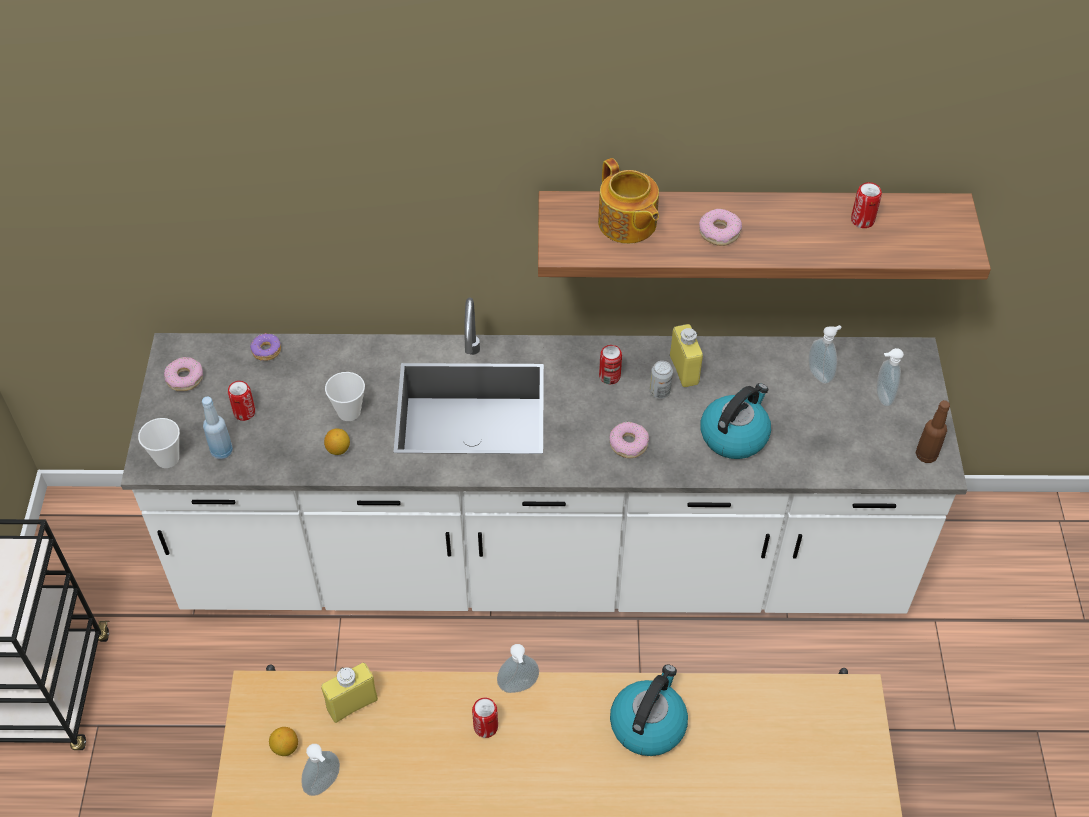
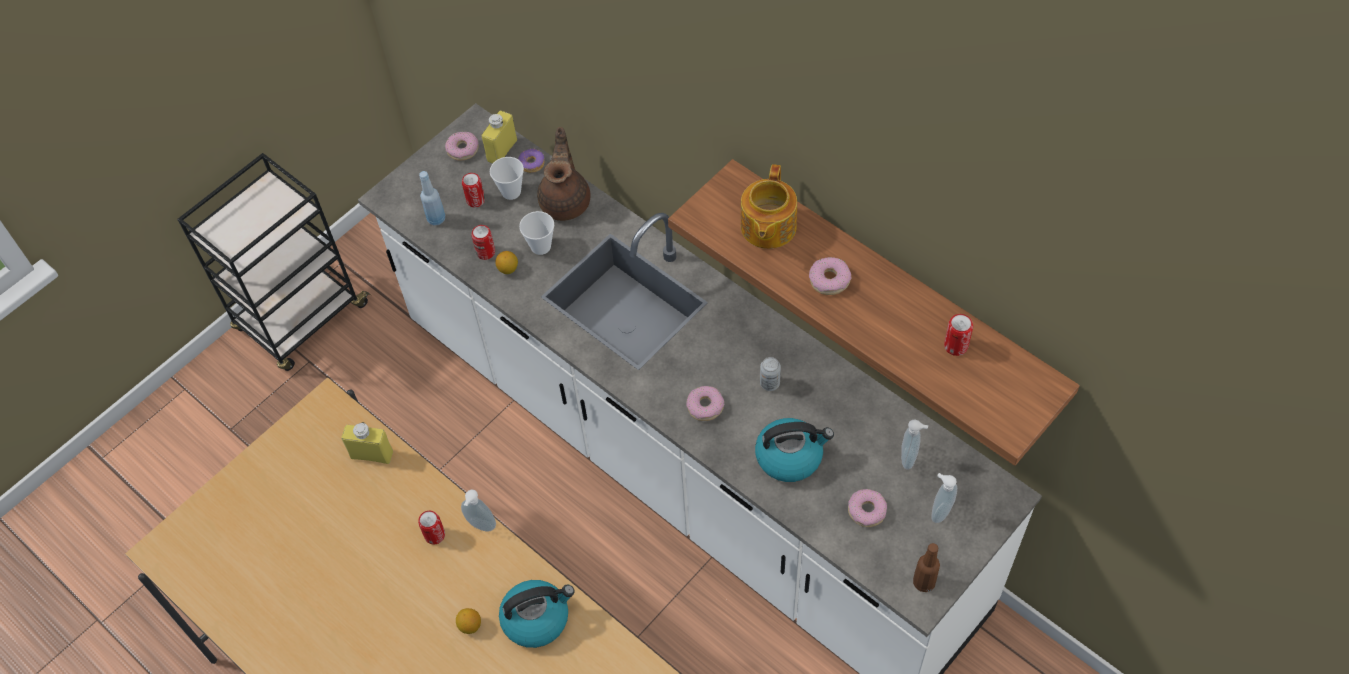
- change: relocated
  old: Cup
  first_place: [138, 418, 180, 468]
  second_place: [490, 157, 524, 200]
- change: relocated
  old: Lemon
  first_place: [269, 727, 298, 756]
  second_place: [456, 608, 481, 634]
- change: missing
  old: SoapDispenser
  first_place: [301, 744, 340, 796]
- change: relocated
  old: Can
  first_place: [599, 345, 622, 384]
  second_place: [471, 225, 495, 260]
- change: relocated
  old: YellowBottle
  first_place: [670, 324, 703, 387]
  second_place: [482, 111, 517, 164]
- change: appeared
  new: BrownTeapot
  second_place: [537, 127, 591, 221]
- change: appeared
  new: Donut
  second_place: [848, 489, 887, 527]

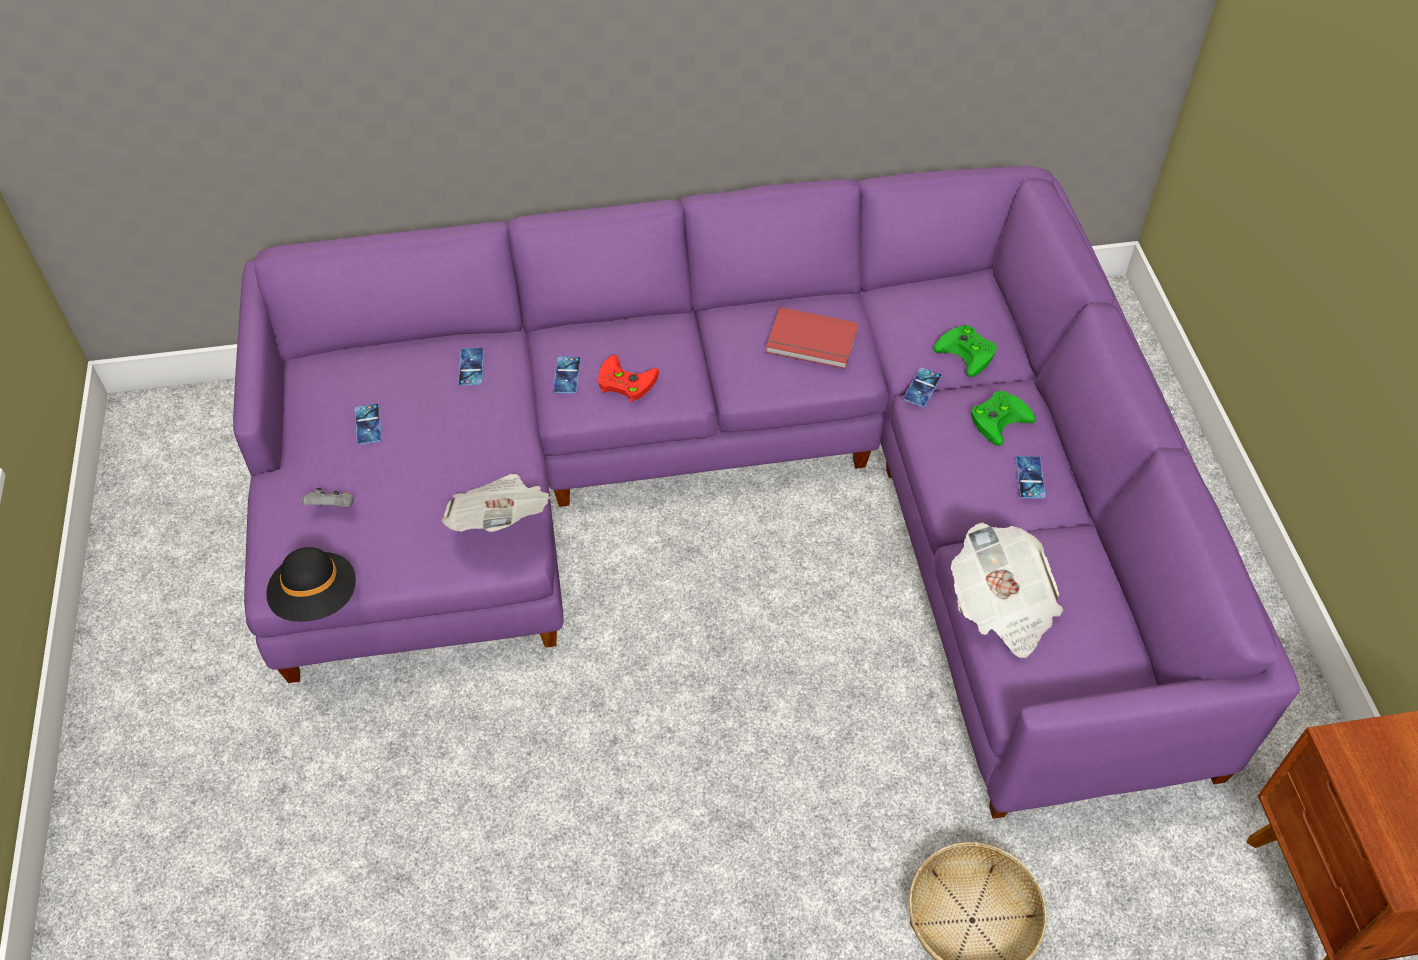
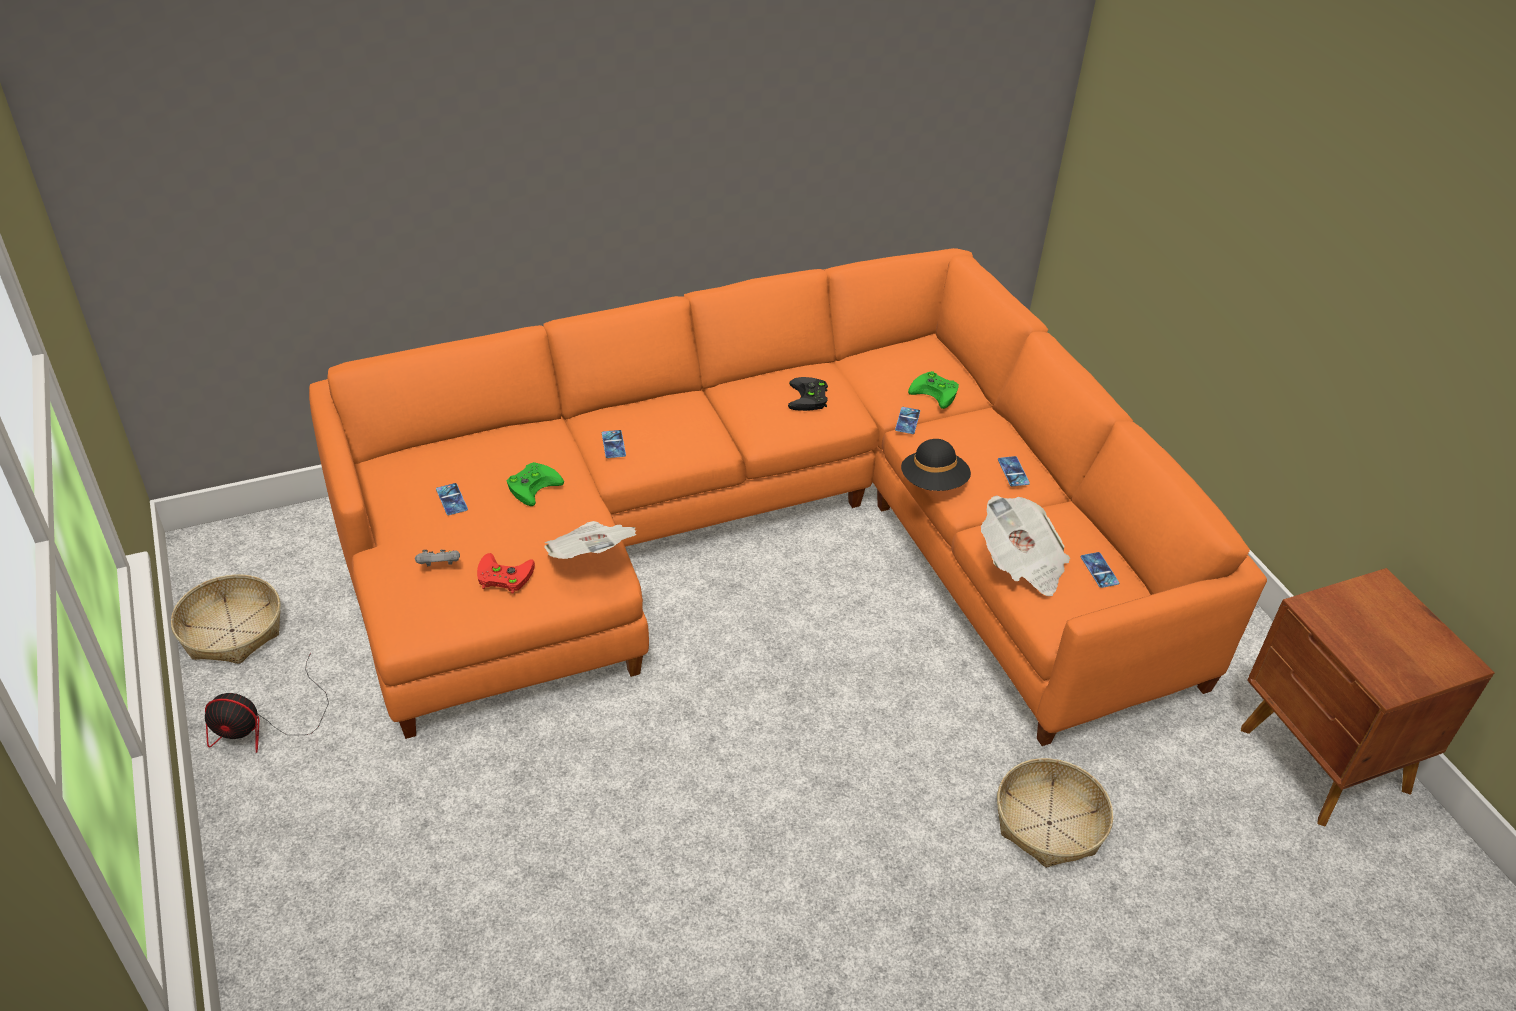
- change: colour
  old: PurpleSofa
  new: OrangeSofa
  first_place: [233, 166, 1300, 819]
  second_place: [309, 248, 1267, 746]
- change: relocated
  old: BlackHat
  first_place: [266, 547, 356, 622]
  second_place: [901, 439, 971, 491]
- change: relocated
  old: Phone
  first_place: [458, 348, 484, 386]
  second_place: [1081, 552, 1119, 588]
- change: relocated
  old: RedGameController
  first_place: [598, 355, 659, 402]
  second_place: [477, 553, 535, 593]
- change: exchanged
  old: RedBook
  new: BlackGameController
  first_place: [766, 307, 858, 369]
  second_place: [788, 377, 828, 411]
- change: relocated
  old: GreenGameController
  first_place: [971, 391, 1036, 446]
  second_place: [507, 462, 564, 506]
- change: appeared
  new: Basket
  second_place: [171, 574, 281, 664]
- change: appeared
  new: Fan
  second_place: [205, 653, 329, 753]

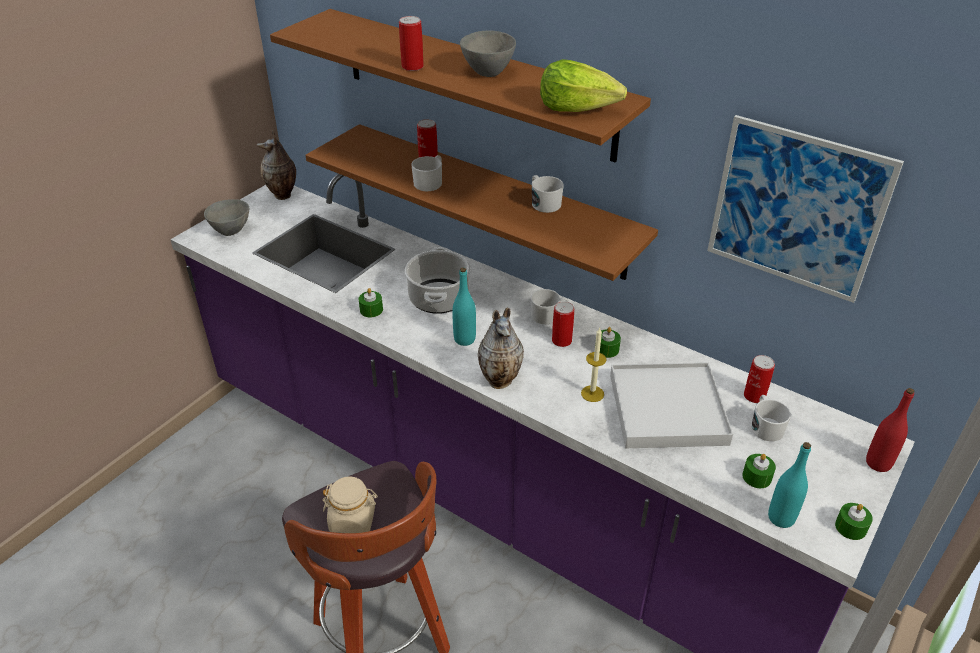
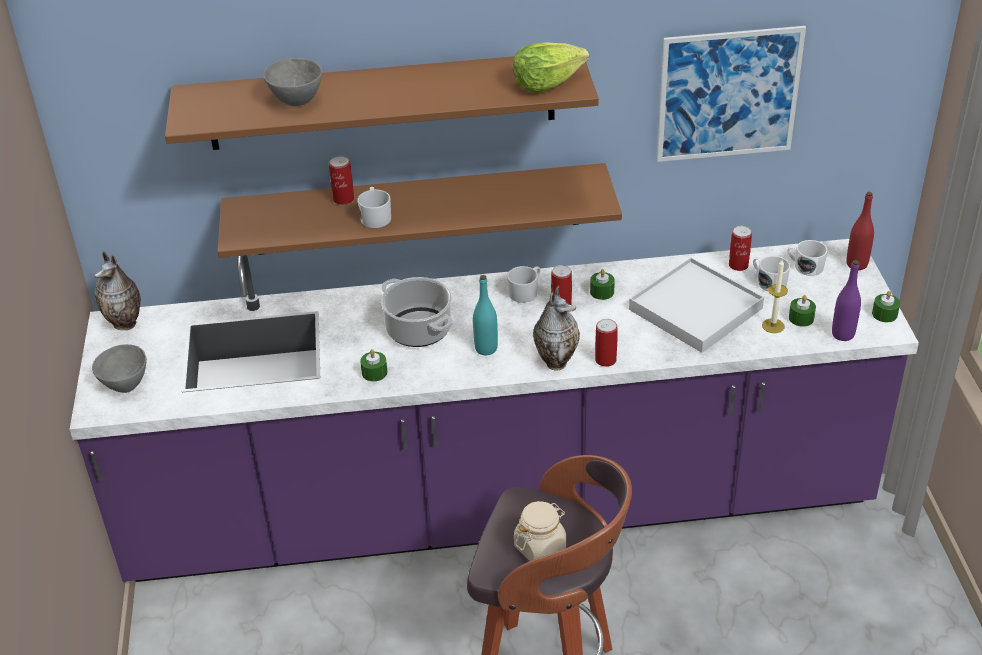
- change: relocated
  old: Can
  first_place: [399, 16, 424, 71]
  second_place: [595, 319, 618, 367]
- change: relocated
  old: GreyBowl
  first_place: [460, 31, 516, 77]
  second_place: [263, 58, 322, 106]
- change: relocated
  old: WhiteMug
  first_place: [532, 175, 564, 213]
  second_place: [787, 240, 828, 276]
- change: relocated
  old: Candle
  first_place: [581, 328, 607, 402]
  second_place: [762, 260, 788, 333]
- change: colour
  old: TurquoiseBottle
  new: PurpleBottle
  first_place: [768, 442, 811, 528]
  second_place: [832, 260, 861, 341]

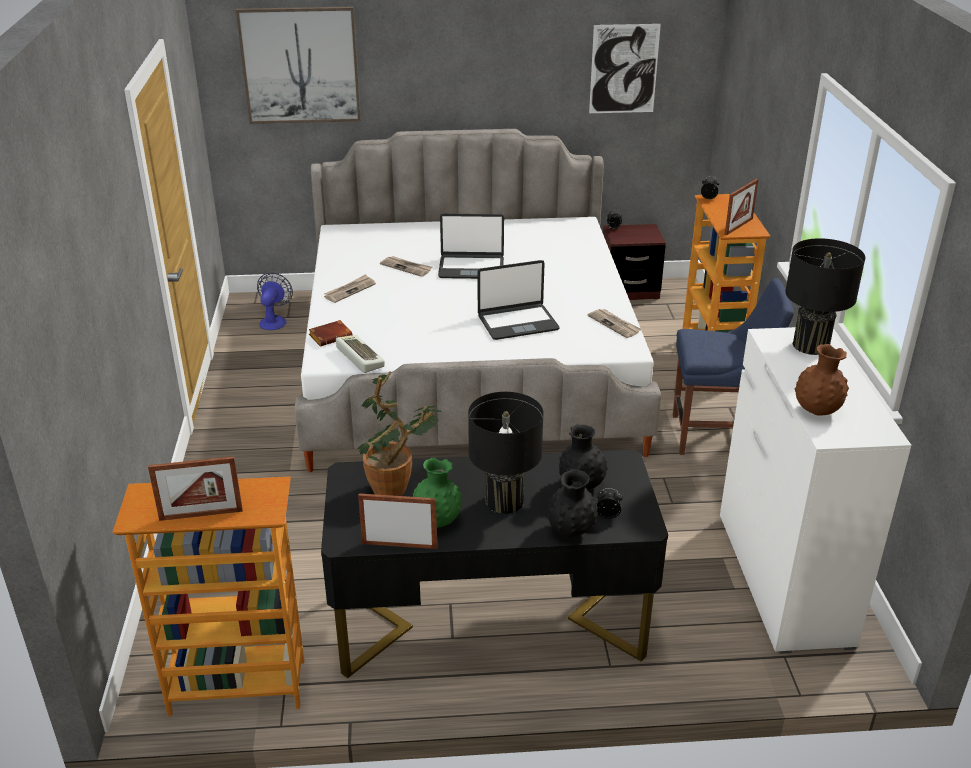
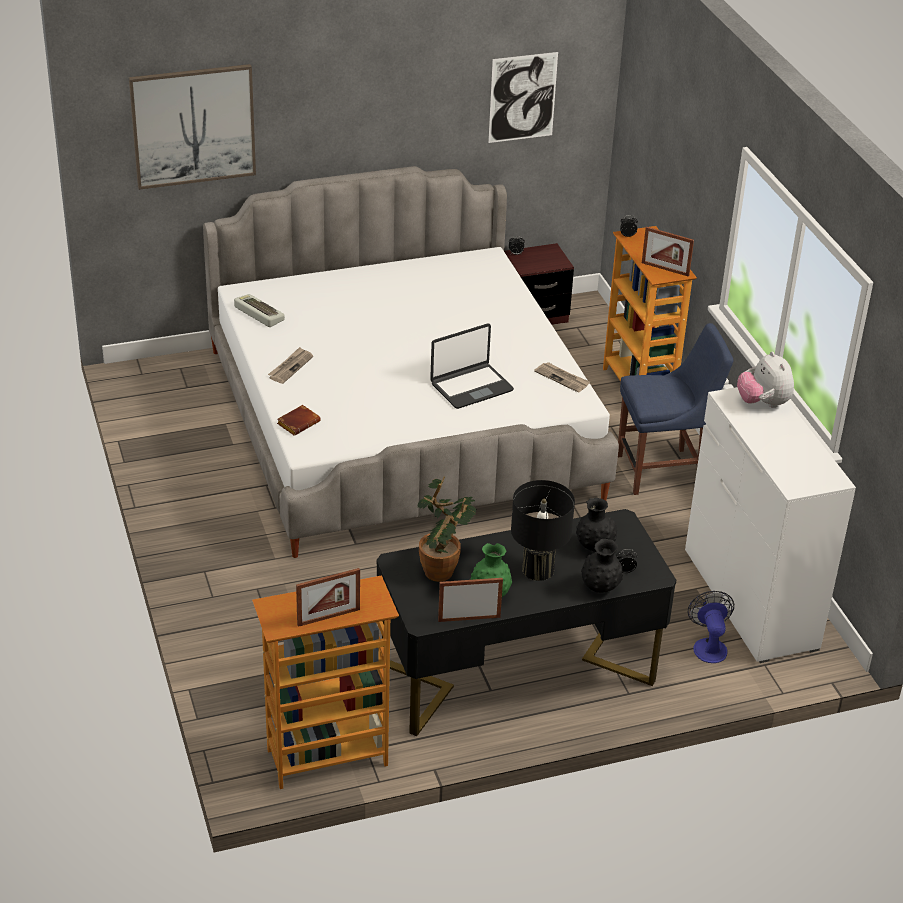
- change: relocated
  old: Fan
  first_place: [257, 273, 293, 330]
  second_place: [688, 591, 734, 663]
- change: relocated
  old: Keyboard
  first_place: [336, 335, 385, 373]
  second_place: [234, 294, 285, 327]
- change: missing
  old: Newspaper
  first_place: [380, 256, 432, 277]
- change: missing
  old: Laptop
  first_place: [438, 214, 504, 279]
- change: spun
  old: PictureFrame
  first_place: [725, 179, 759, 236]
  second_place: [642, 226, 694, 277]
  degrees: 90
- change: exchanged
  old: BlackTableLamp
  new: PlushToy
  first_place: [785, 238, 865, 355]
  second_place: [737, 351, 794, 408]
- change: missing
  old: BrownVase
  first_place: [795, 344, 849, 415]

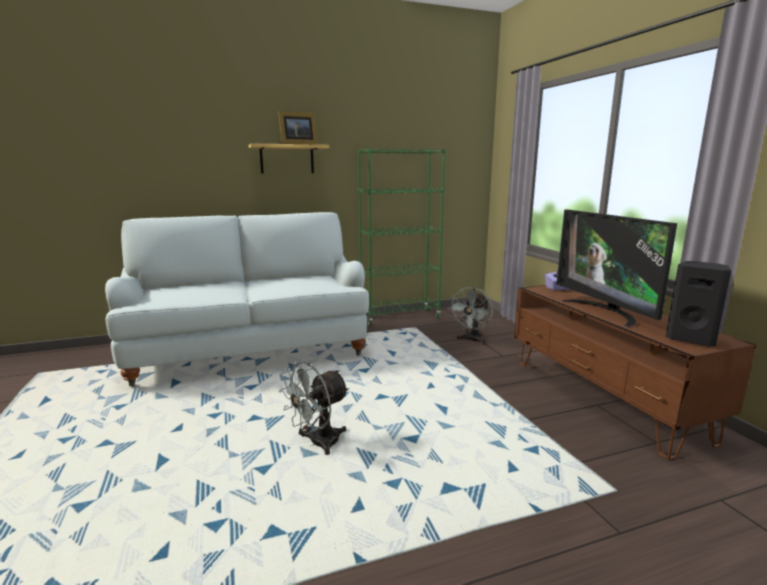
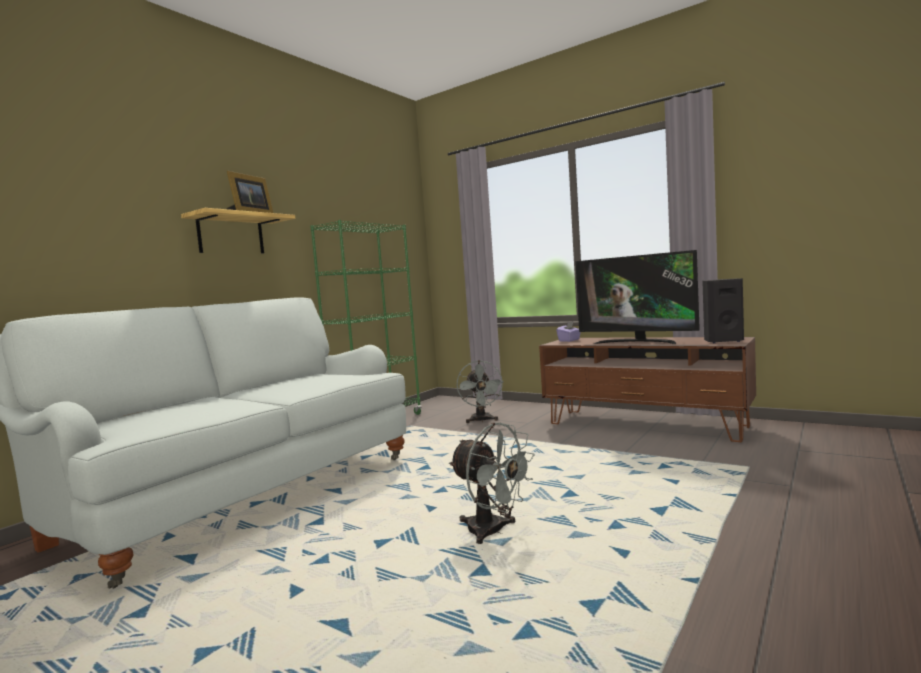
- change: spun
  old: GreyFan
  first_place: [279, 361, 349, 455]
  second_place: [449, 422, 535, 544]
  degrees: -60

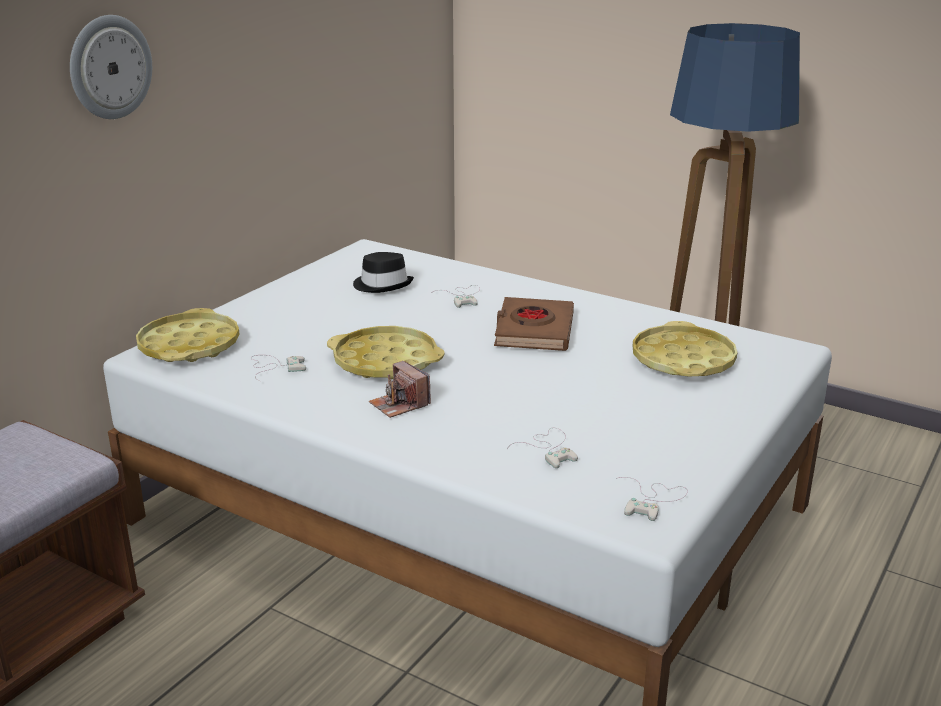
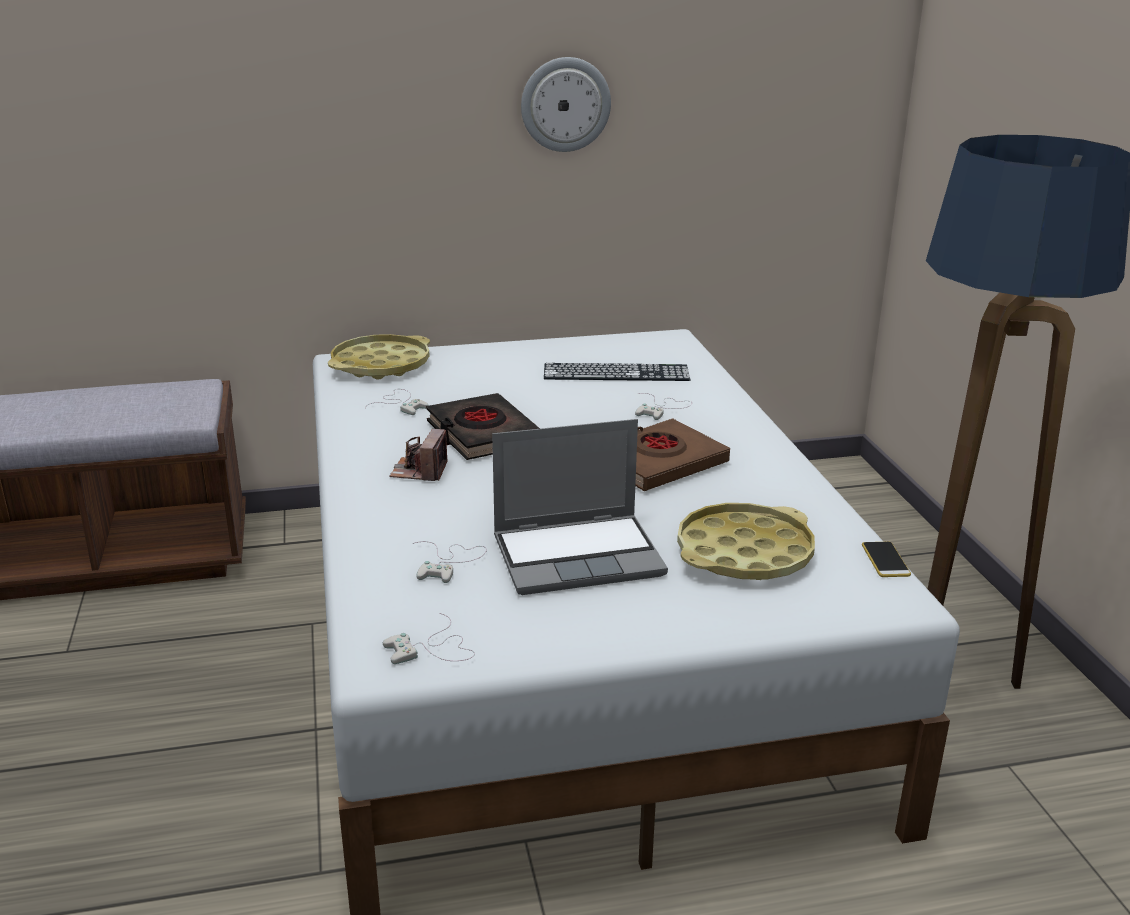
- change: relocated
  old: WallClock
  first_place: [70, 15, 152, 119]
  second_place: [521, 57, 611, 152]
- change: exchanged
  old: YellowTray
  new: BlackBook
  first_place: [327, 326, 445, 379]
  second_place: [426, 393, 540, 460]
- change: exchanged
  old: BlackHat
  new: Keyboard
  first_place: [353, 252, 414, 293]
  second_place: [544, 363, 691, 381]
- change: appeared
  new: Laptop
  second_place: [492, 419, 668, 595]
- change: appeared
  new: Phone
  second_place: [862, 542, 911, 577]

